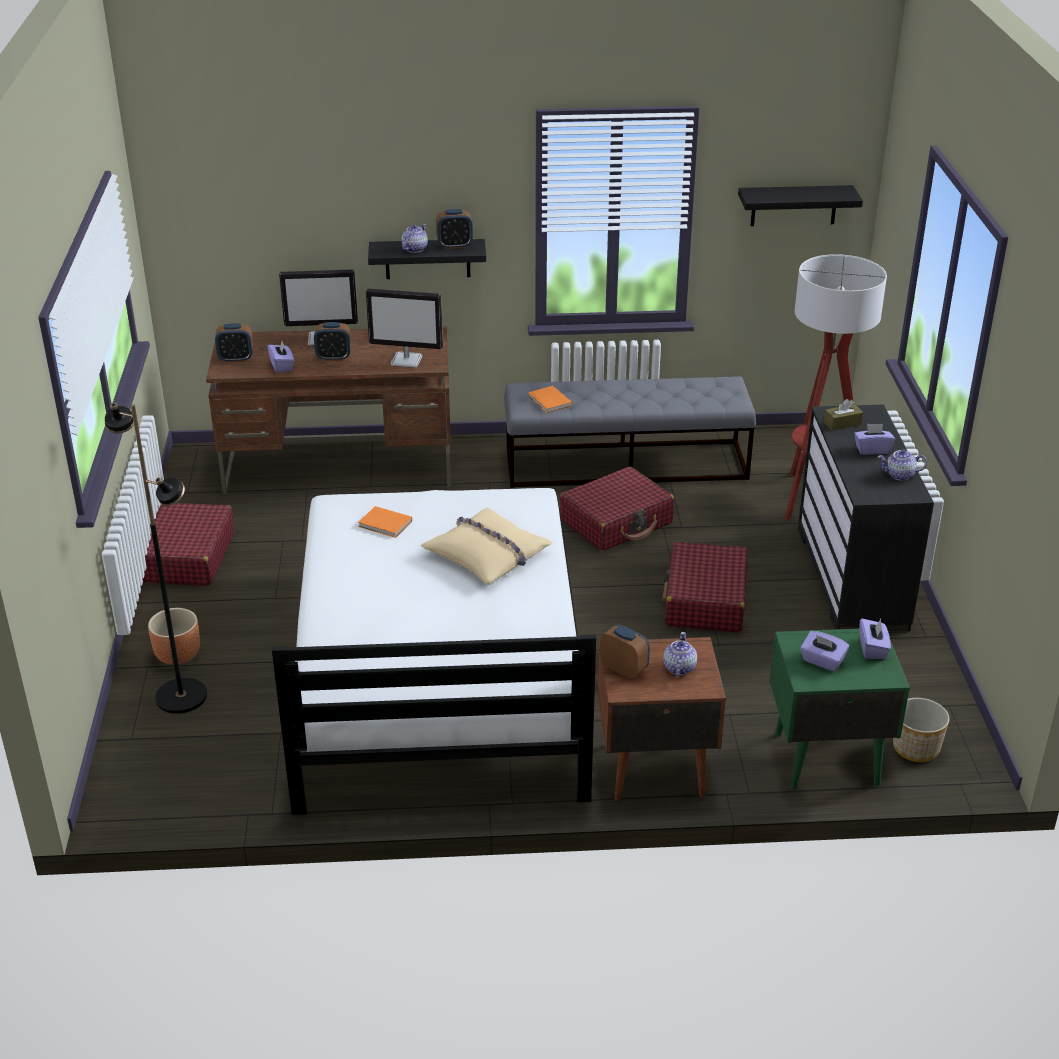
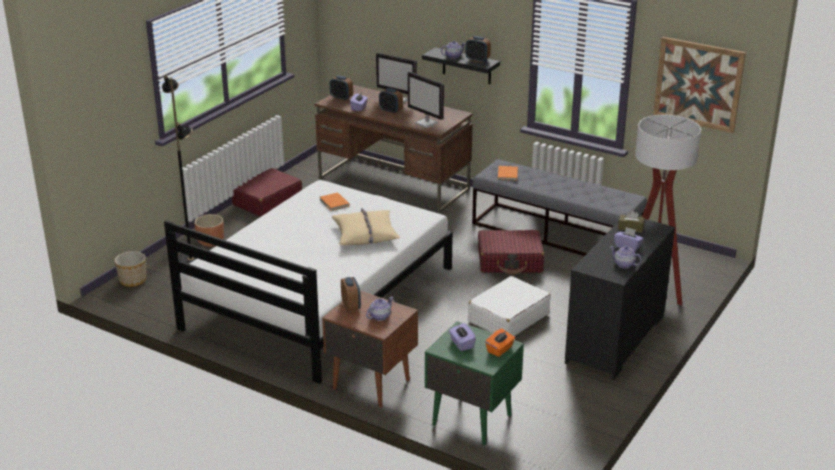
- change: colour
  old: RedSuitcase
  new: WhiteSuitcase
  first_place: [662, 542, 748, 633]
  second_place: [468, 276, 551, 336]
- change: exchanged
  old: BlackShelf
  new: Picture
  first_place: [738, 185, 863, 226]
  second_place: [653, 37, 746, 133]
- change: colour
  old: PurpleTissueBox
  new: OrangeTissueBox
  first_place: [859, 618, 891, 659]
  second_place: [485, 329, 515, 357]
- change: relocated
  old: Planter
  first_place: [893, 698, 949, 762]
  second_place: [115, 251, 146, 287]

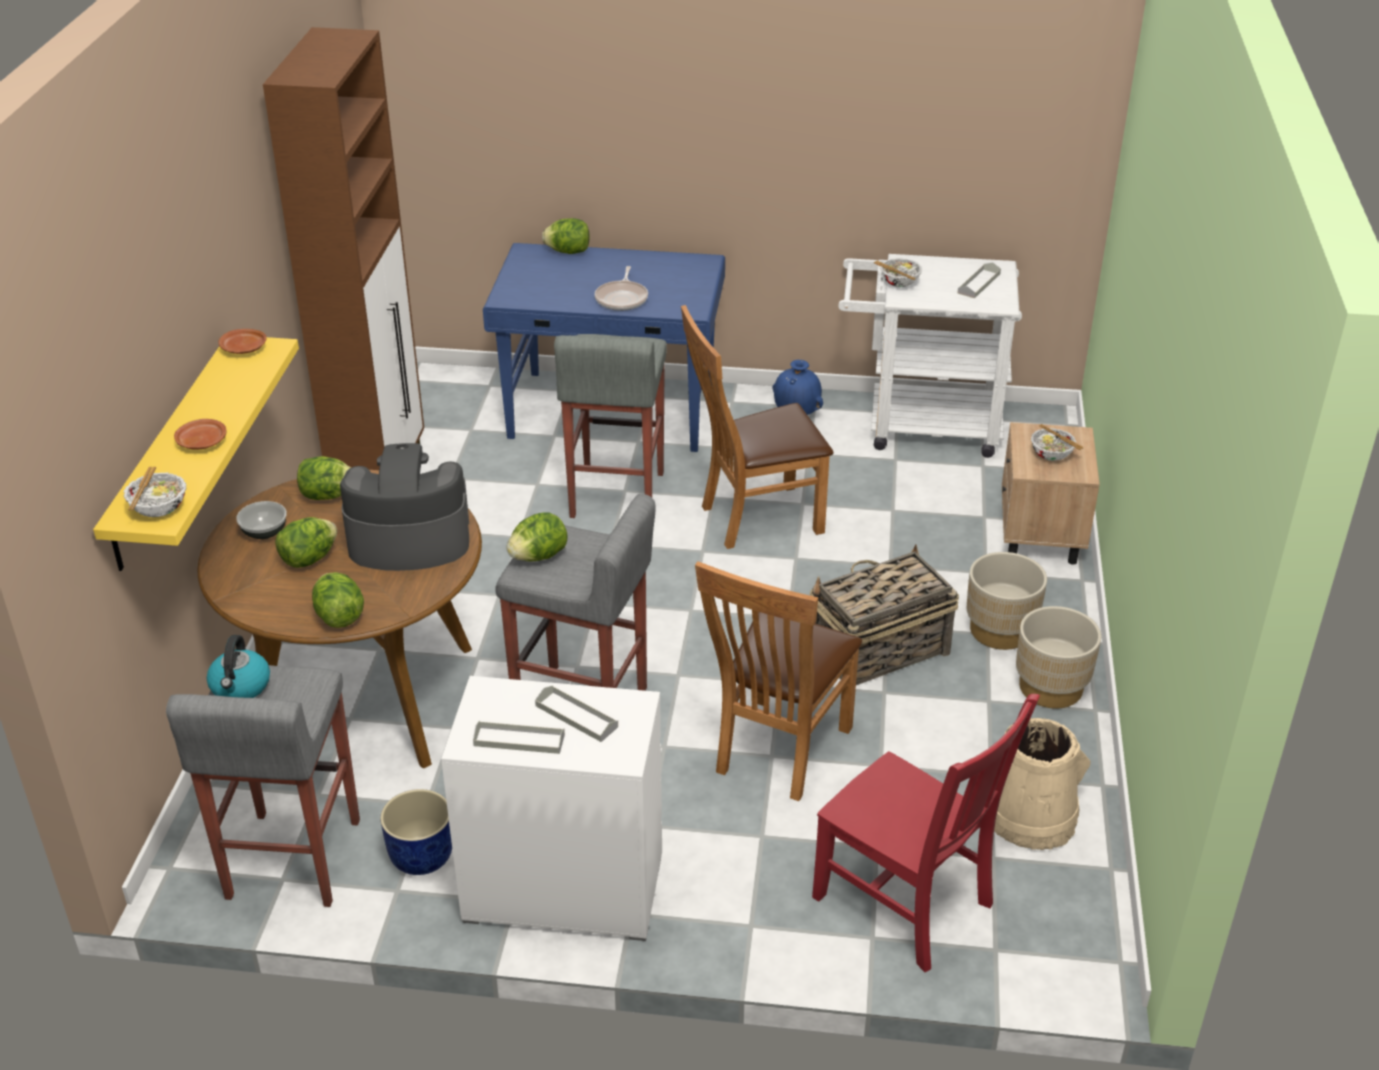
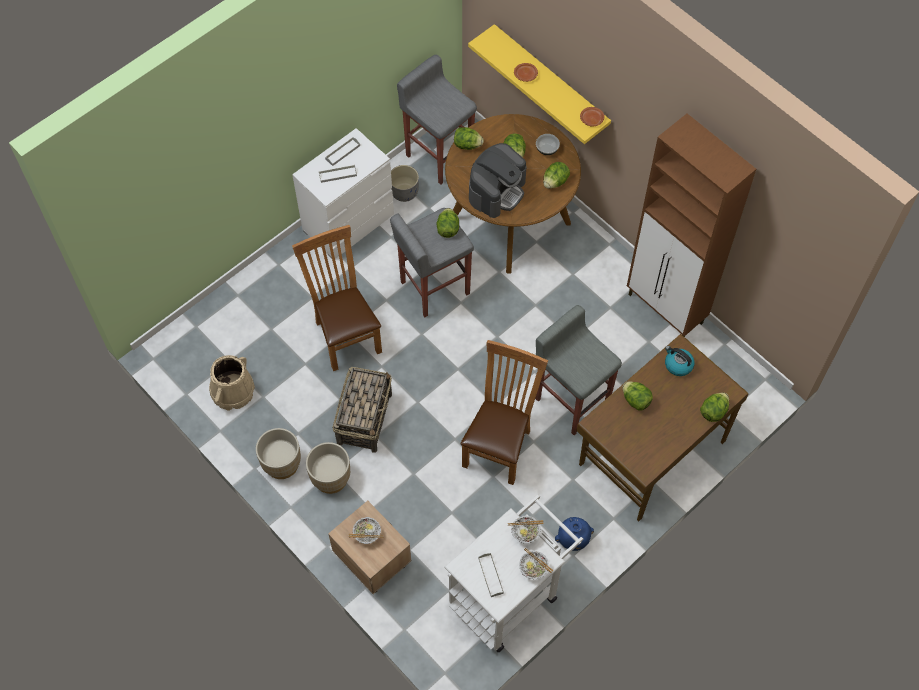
- change: relocated
  old: Bowl
  first_place: [123, 467, 186, 517]
  second_place: [519, 548, 554, 579]
- change: relocated
  old: Kettle
  first_place: [206, 635, 270, 698]
  second_place: [665, 346, 694, 376]
- change: colour
  old: BluePlanter
  new: GreyPlanter
  first_place: [380, 789, 452, 875]
  second_place: [391, 165, 419, 202]
- change: colour
  old: BlueDesk
  new: BrownDesk
  first_place: [483, 243, 725, 452]
  second_place: [576, 334, 749, 521]
- change: exchanged
  old: FryingPan
  new: Lettuce
  first_place: [595, 266, 648, 311]
  second_place: [622, 381, 653, 411]
- change: missing
  old: RedChair
  first_place: [812, 694, 1040, 972]

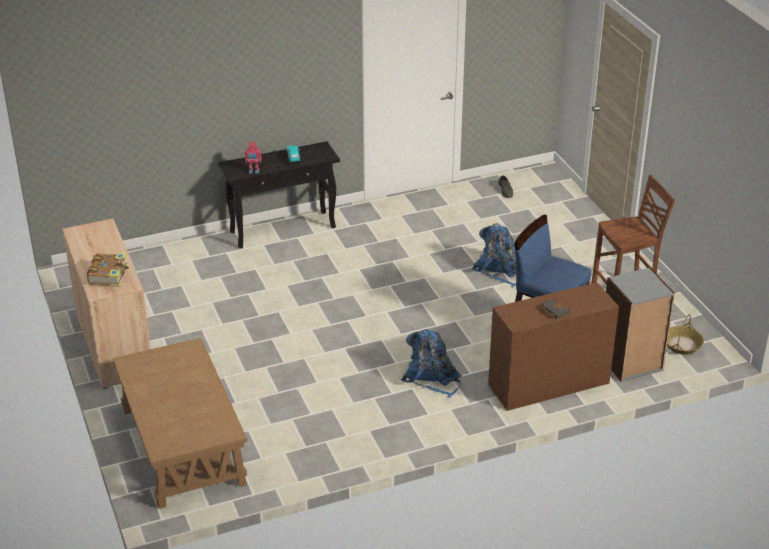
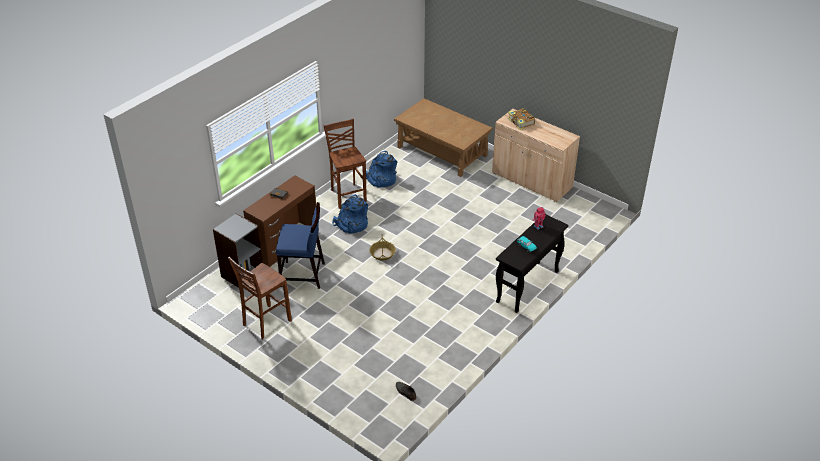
- change: relocated
  old: BlueBackpack
  first_place: [472, 223, 516, 287]
  second_place: [366, 151, 397, 188]
- change: relocated
  old: Basket
  first_place: [667, 314, 704, 355]
  second_place: [369, 234, 396, 261]
- change: appeared
  new: BrownStool
  second_place: [324, 119, 367, 209]

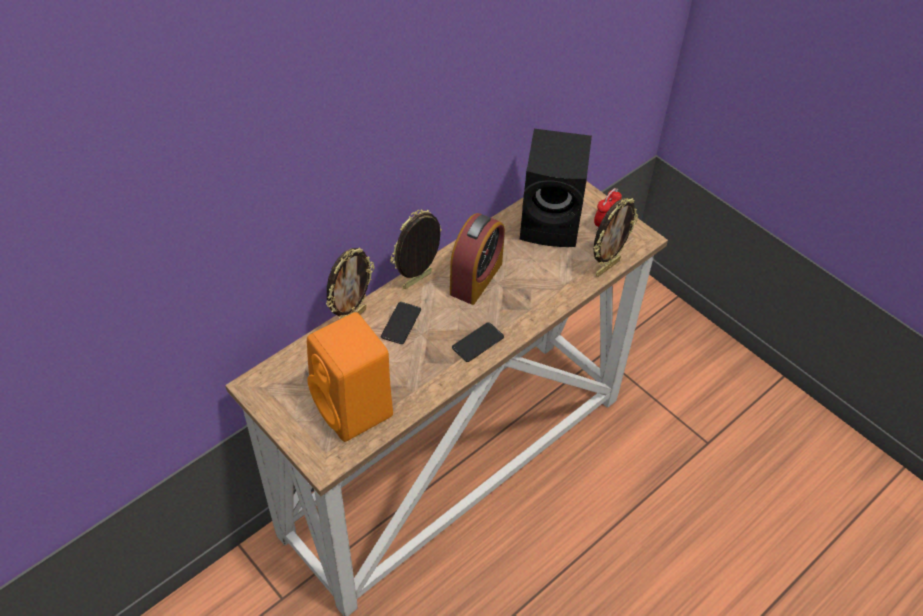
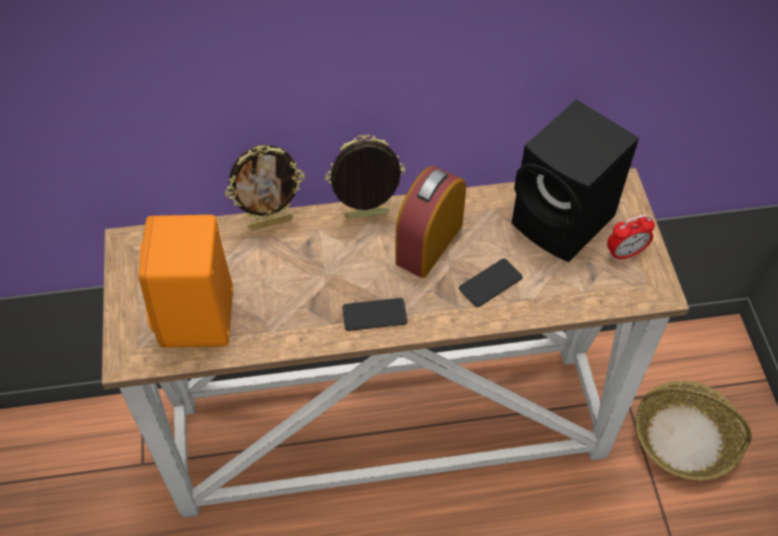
- change: relocated
  old: Phone
  first_place: [381, 302, 421, 344]
  second_place: [459, 259, 523, 307]
- change: spun
  old: AlarmClock
  first_place: [450, 213, 505, 305]
  second_place: [395, 166, 466, 278]
  degrees: 150
- change: missing
  old: PictureFrame
  first_place: [594, 198, 638, 277]
- change: appeared
  new: Basket
  second_place: [635, 380, 752, 480]

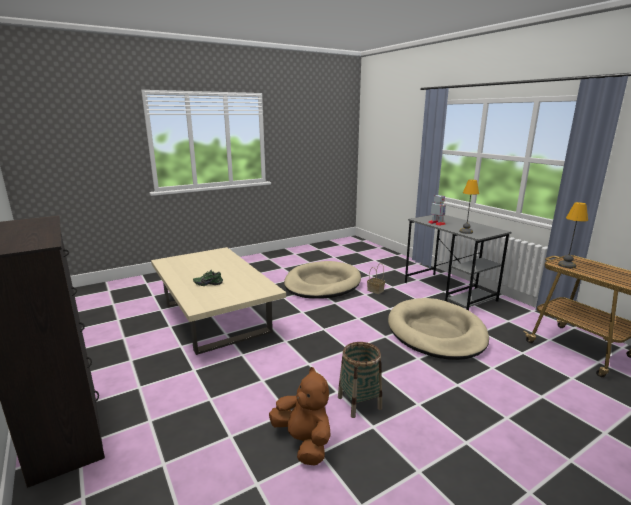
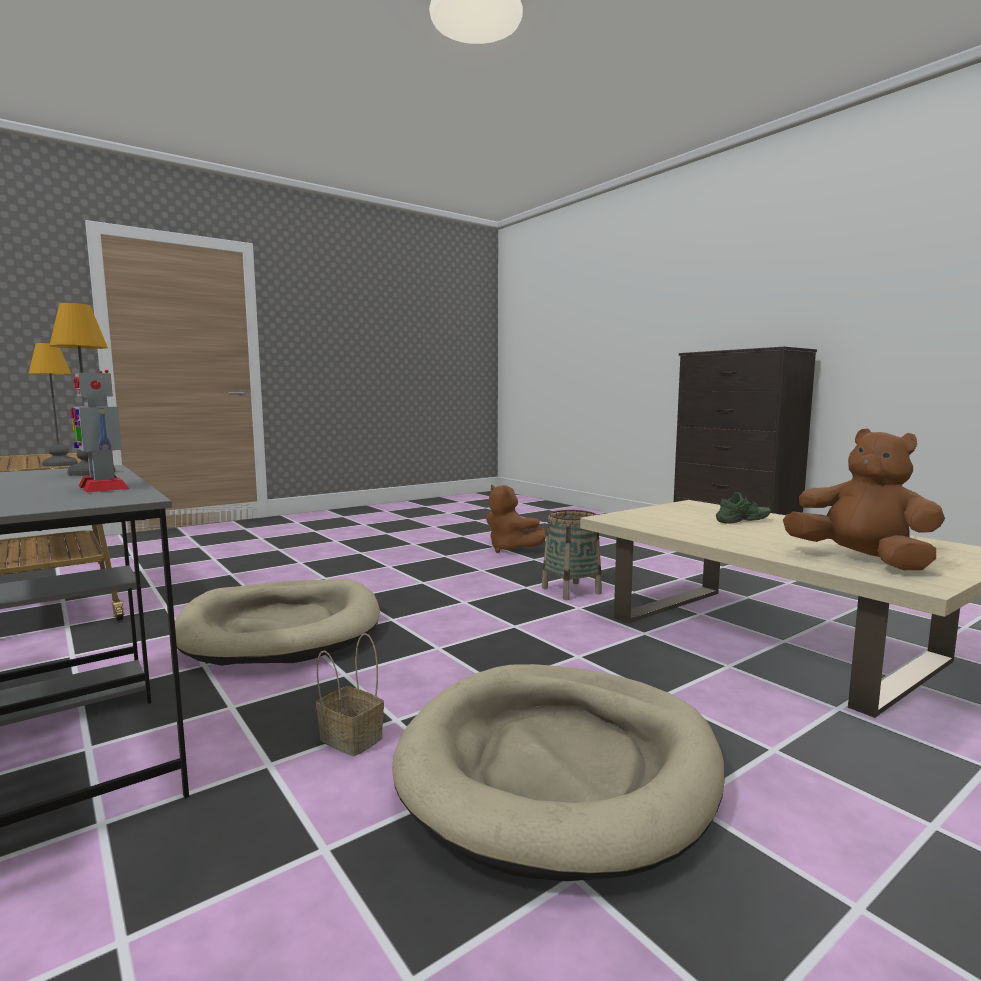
- change: relocated
  old: Basket
  first_place: [338, 342, 382, 418]
  second_place: [542, 510, 602, 600]
- change: appeared
  new: BrownPlushToy
  second_place: [783, 428, 945, 570]

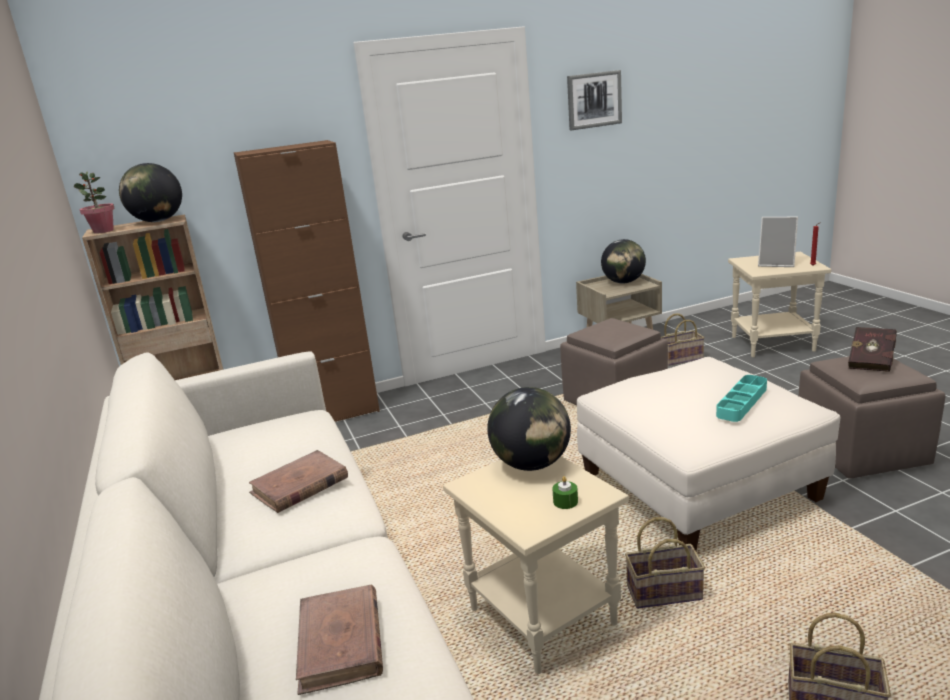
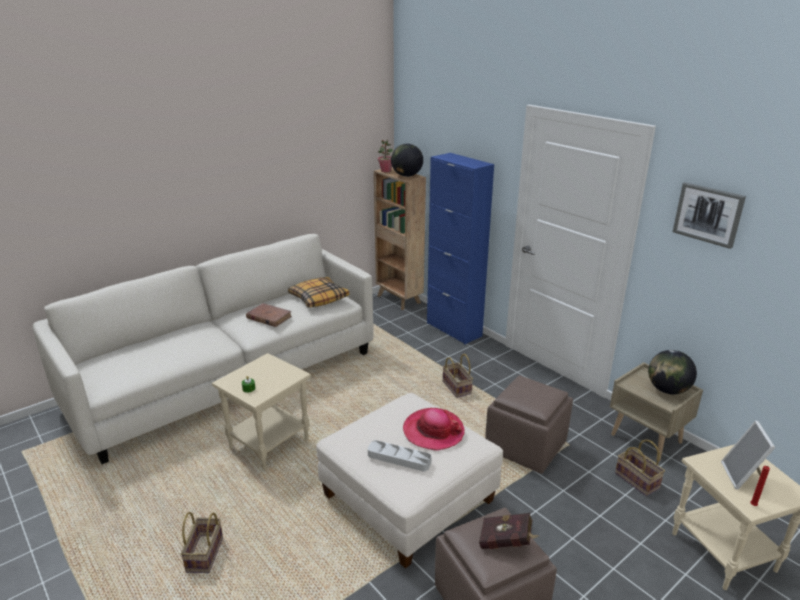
- change: colour
  old: BrownCabinet
  new: BlueCabinet
  first_place: [234, 140, 380, 422]
  second_place: [427, 153, 494, 344]
- change: missing
  old: BrownBook
  first_place: [296, 584, 383, 695]
- change: missing
  old: Globe
  first_place: [487, 387, 571, 471]
- change: relocated
  old: Basket
  first_place: [625, 517, 705, 609]
  second_place: [443, 354, 473, 398]
- change: colour
  old: TurquoiseTray
  new: GreyTray
  first_place: [716, 375, 767, 422]
  second_place: [368, 440, 431, 471]
- change: appeared
  new: Pillow
  second_place: [288, 277, 349, 308]
- change: appeared
  new: Hat
  second_place: [403, 408, 464, 451]

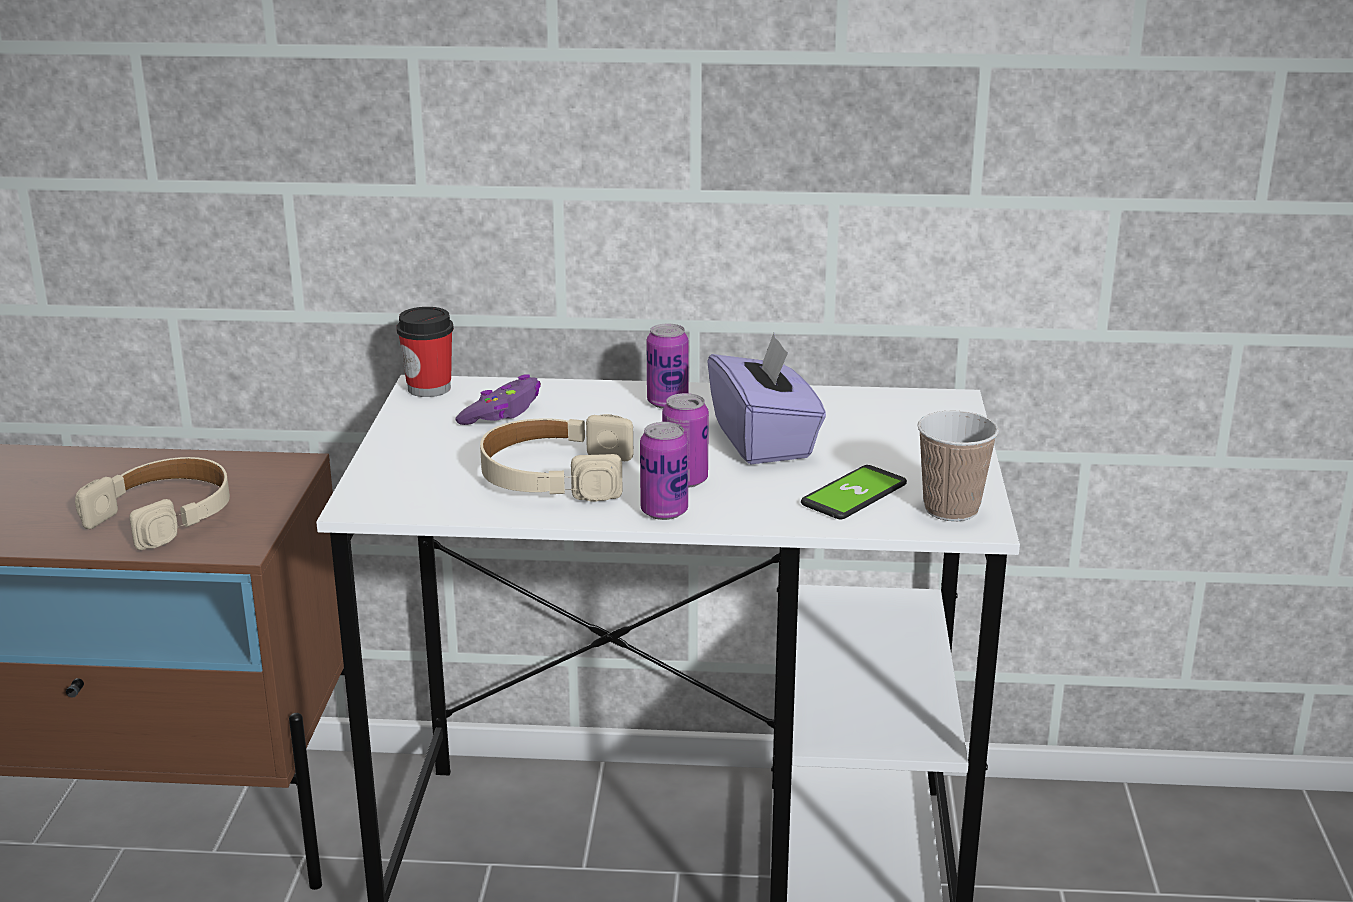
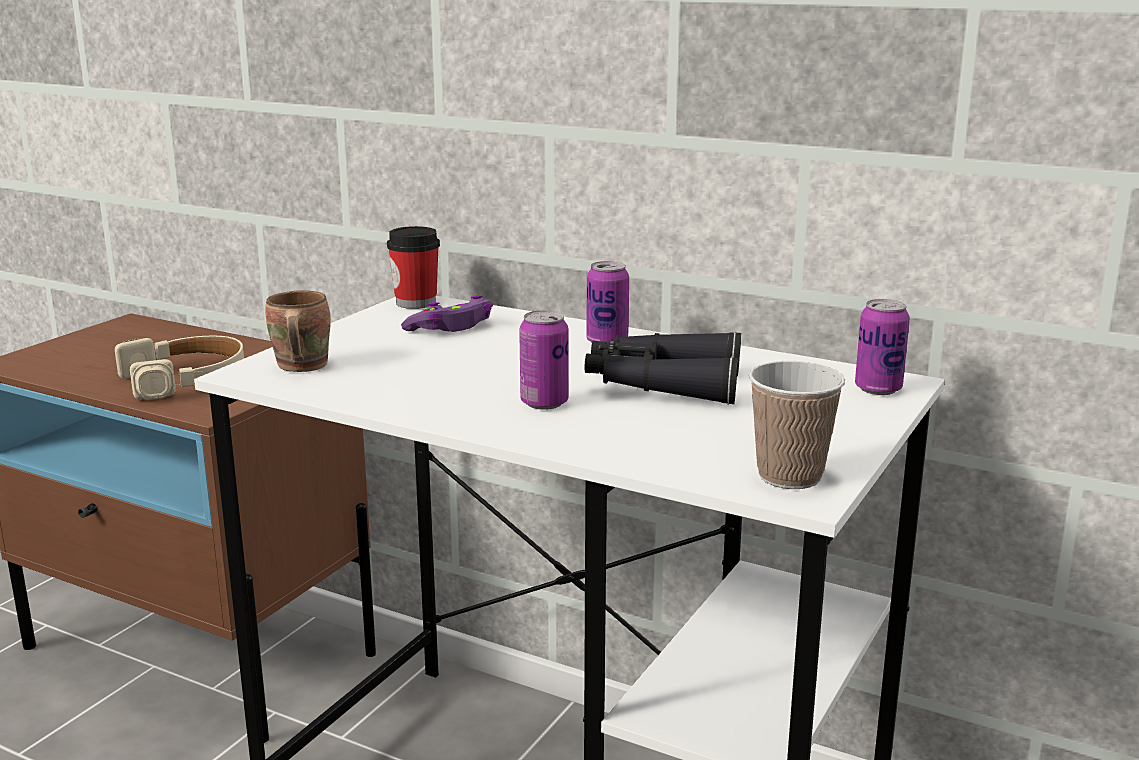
- change: missing
  old: BeigeHeadphones
  first_place: [480, 414, 633, 502]
- change: relocated
  old: Can
  first_place: [640, 422, 688, 520]
  second_place: [855, 299, 910, 395]
- change: exchanged
  old: PurpleTissueBox
  new: BlackBinoculars
  first_place: [707, 333, 826, 464]
  second_place: [585, 332, 741, 405]
- change: missing
  old: Phone
  first_place: [801, 465, 907, 519]
- change: appeared
  new: BrownMug
  second_place: [266, 290, 331, 372]

